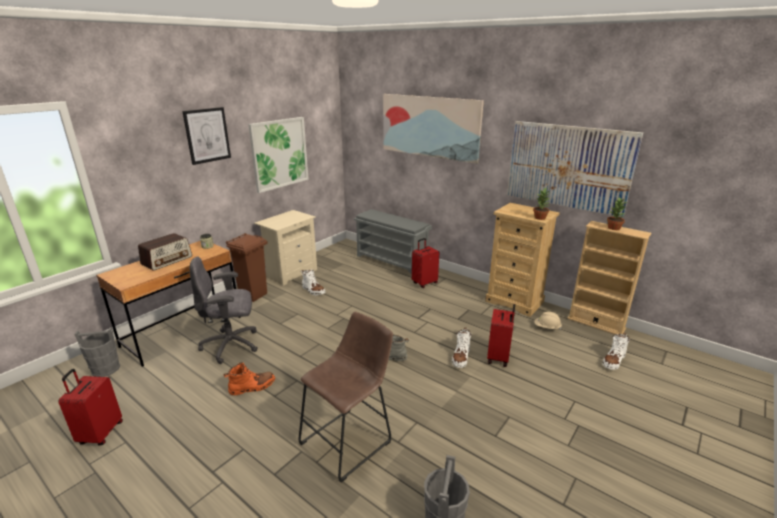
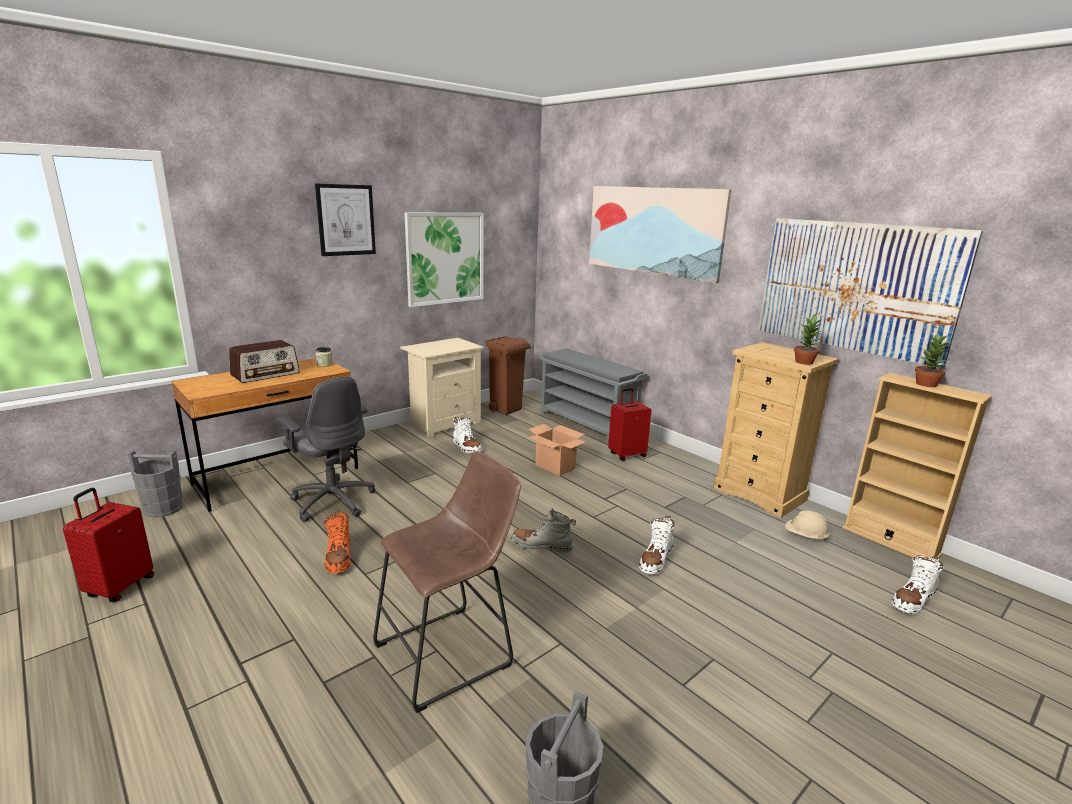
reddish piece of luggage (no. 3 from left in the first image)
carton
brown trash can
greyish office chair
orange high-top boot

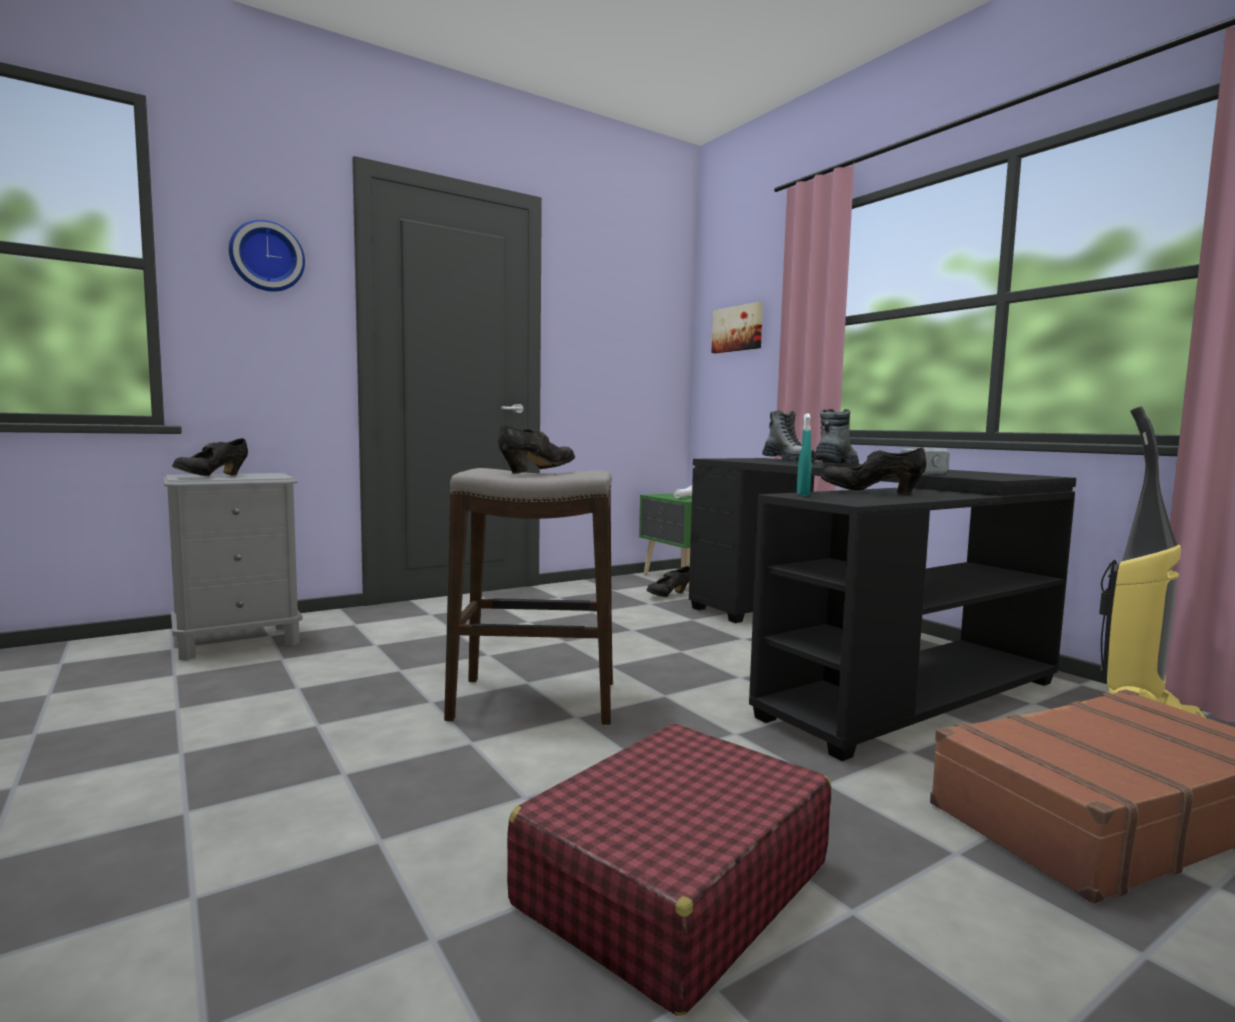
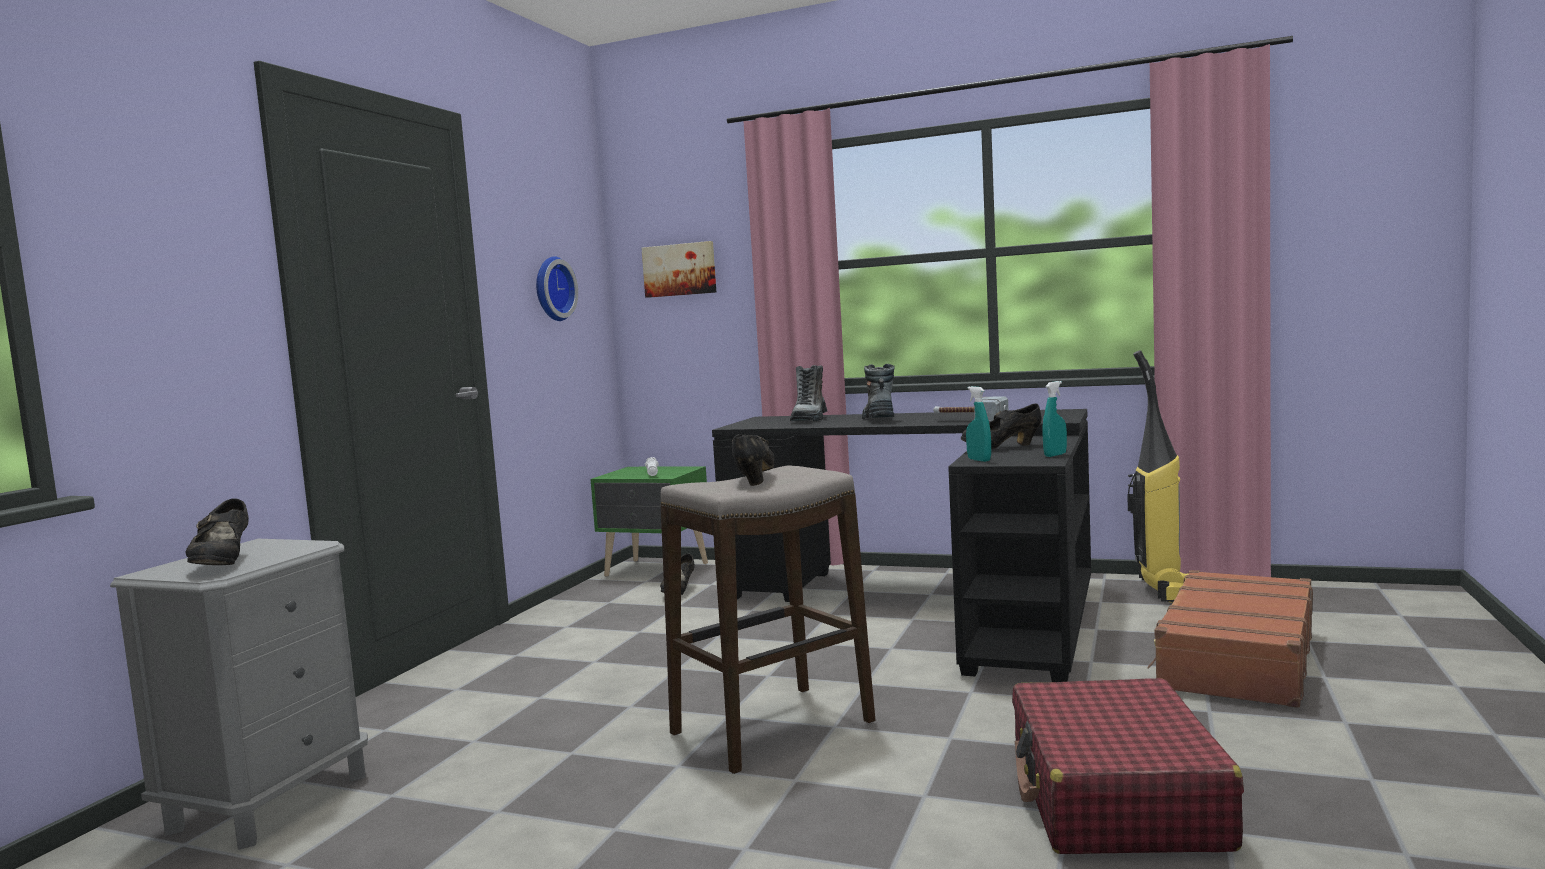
turquoise sprayer (no. 2 from left)
hanging clock
high-top boot (no. 1 from left)

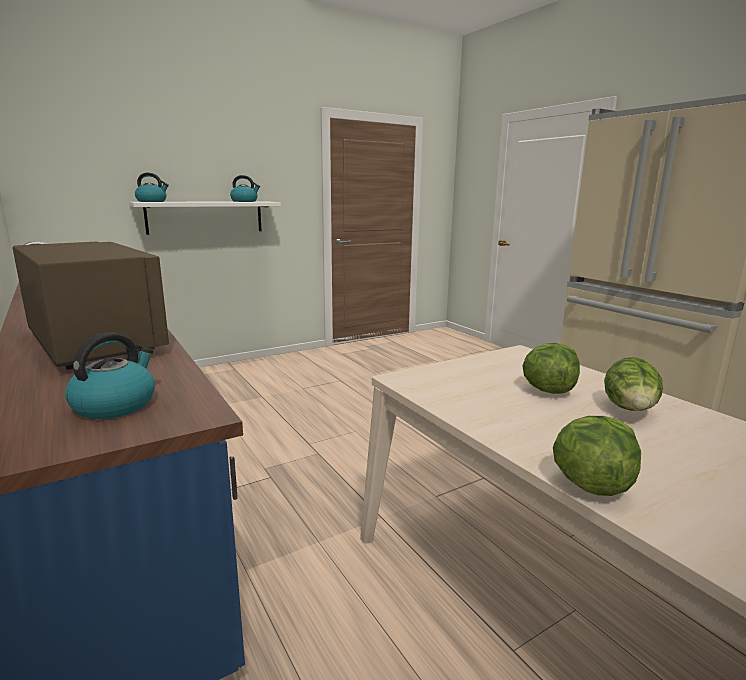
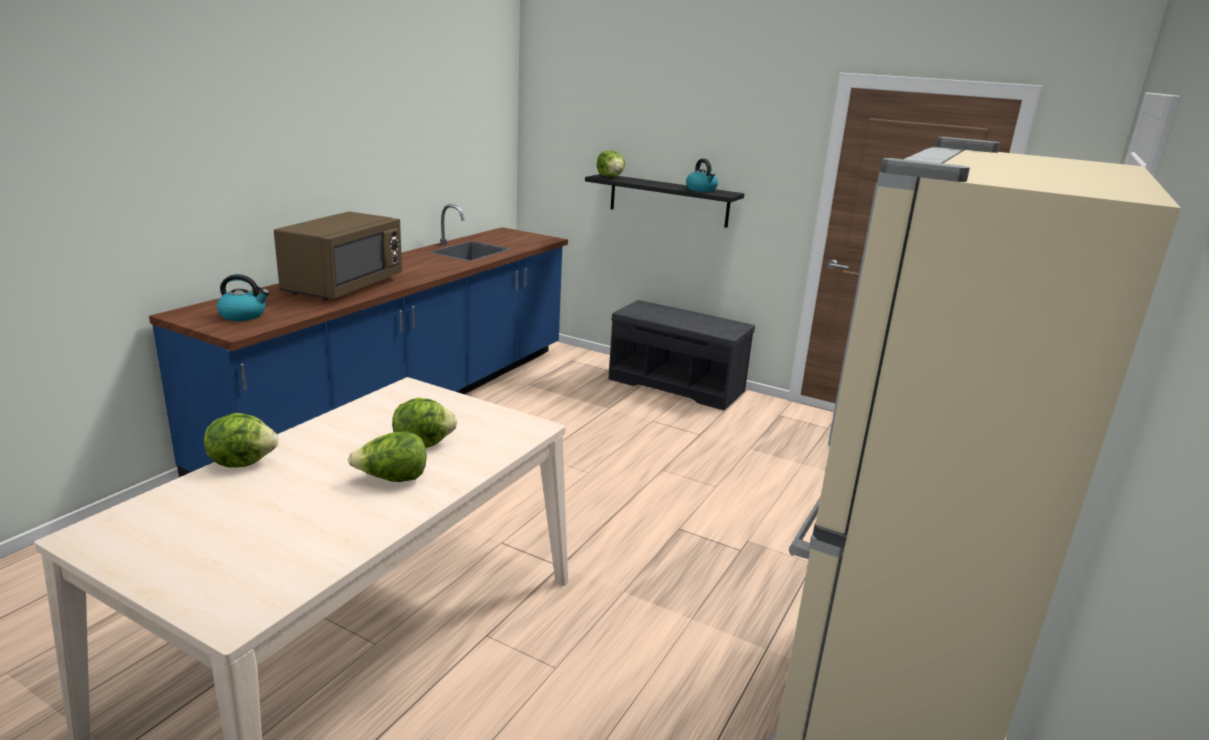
greyish bench
head of lettuce (no. 4 from left)
black-coloured bracket shelf

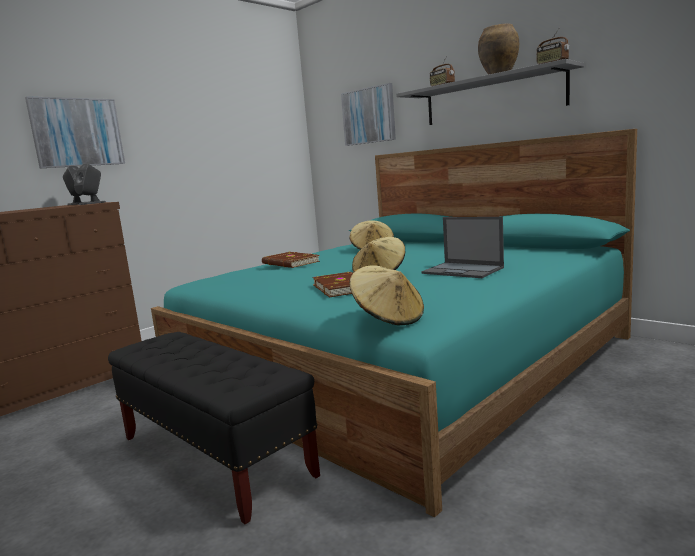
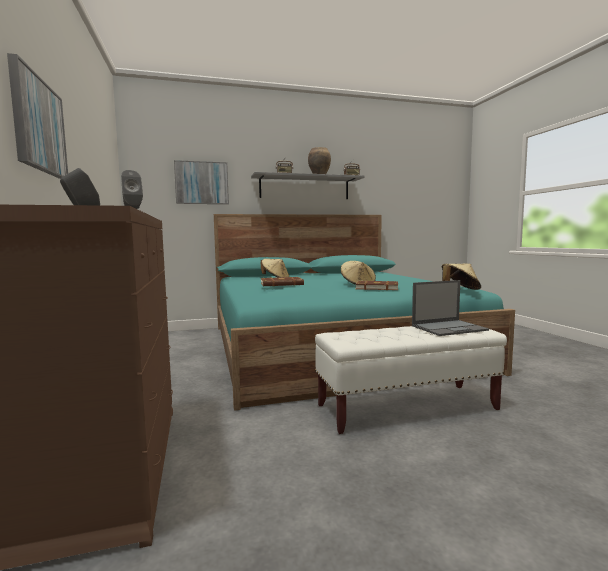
portable computer
white-coloured bench

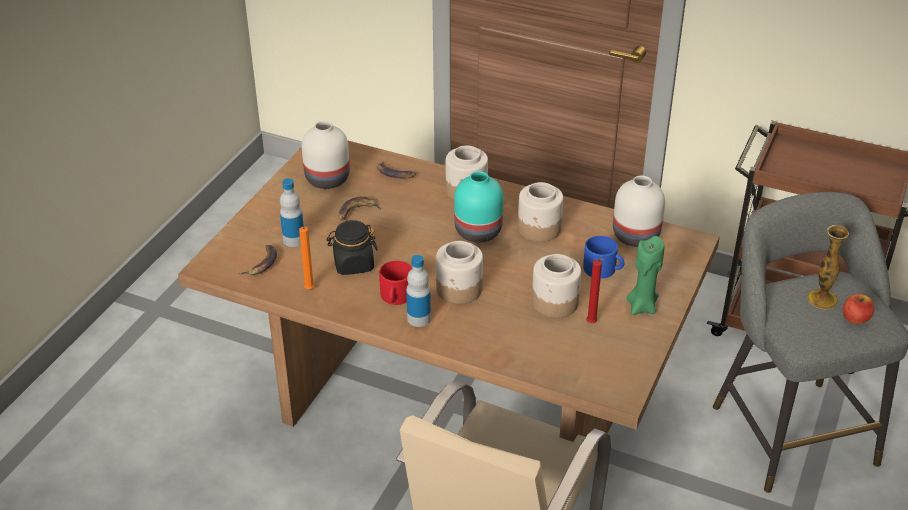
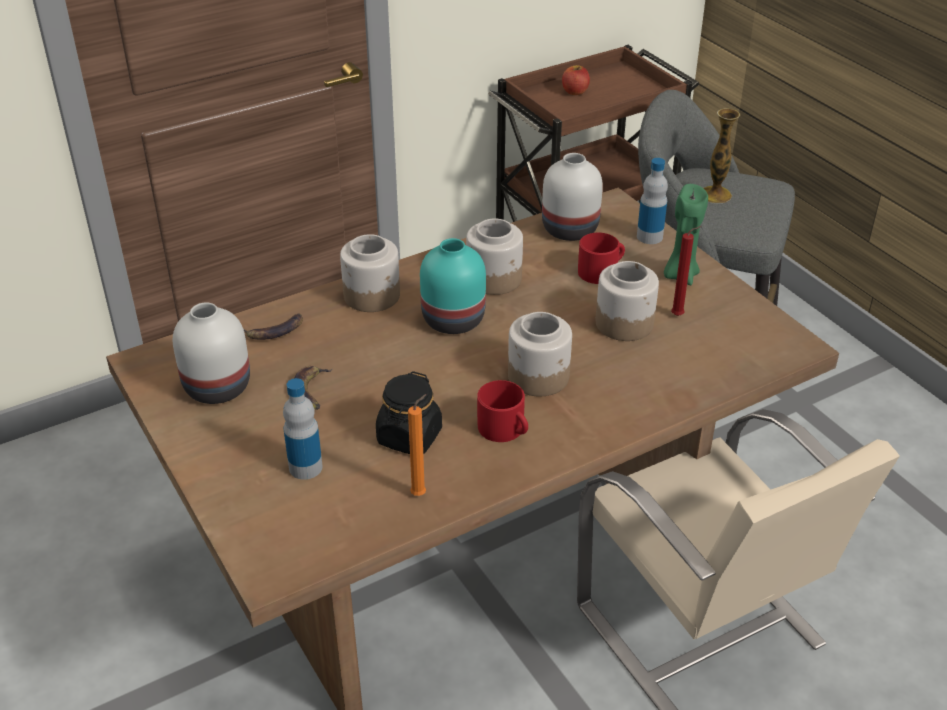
banana fruit (no. 1 from left in the first image)
bottle (no. 2 from left)
apple fruit
reddish coffee mug (no. 2 from left)

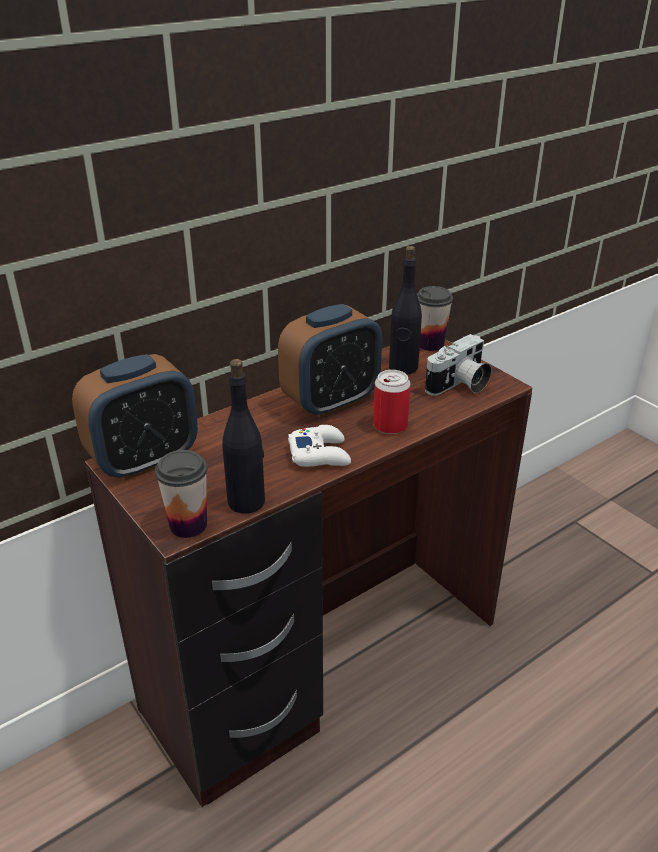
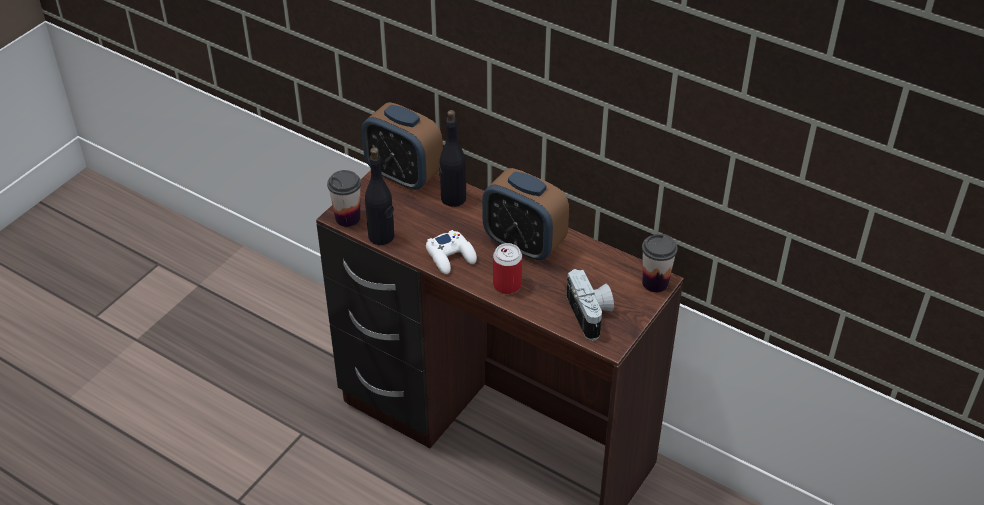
black-coloured bottle (no. 2 from left)
still camera

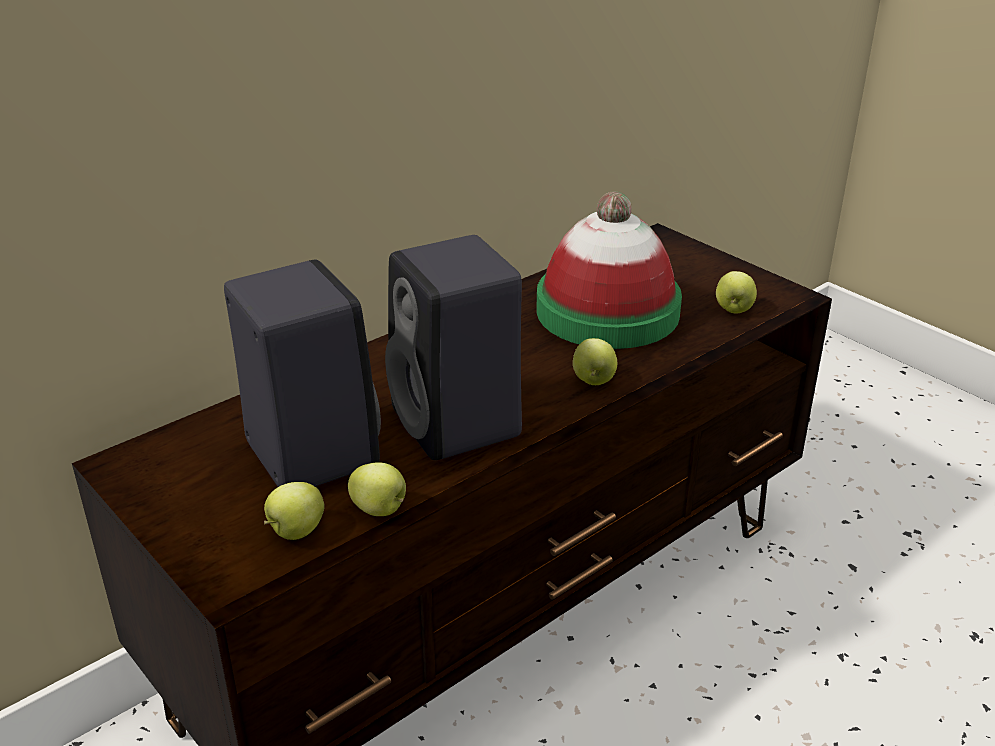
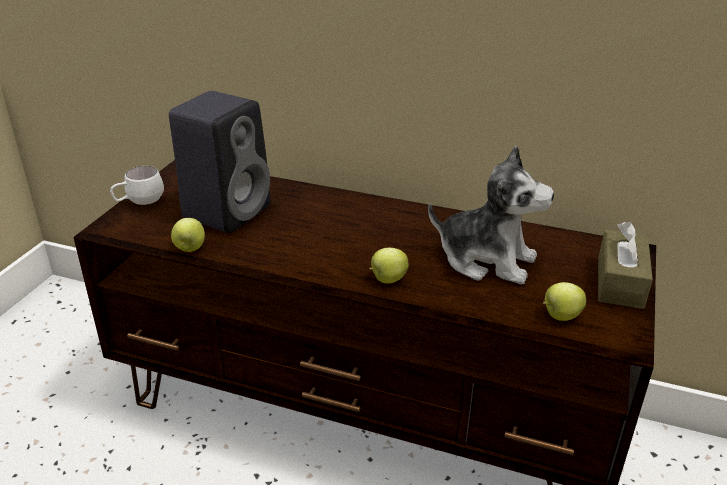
apple fruit (no. 1 from left in the first image)
black-coloured speaker (no. 2 from left in the first image)
white-coloured coffee mug
brown tissue holder
soft toy

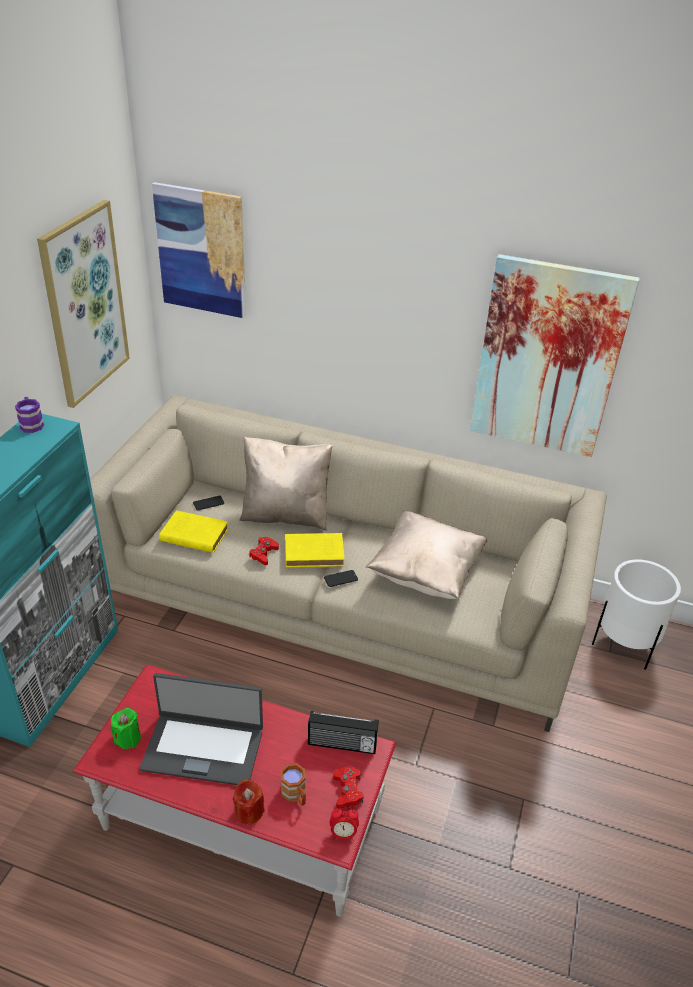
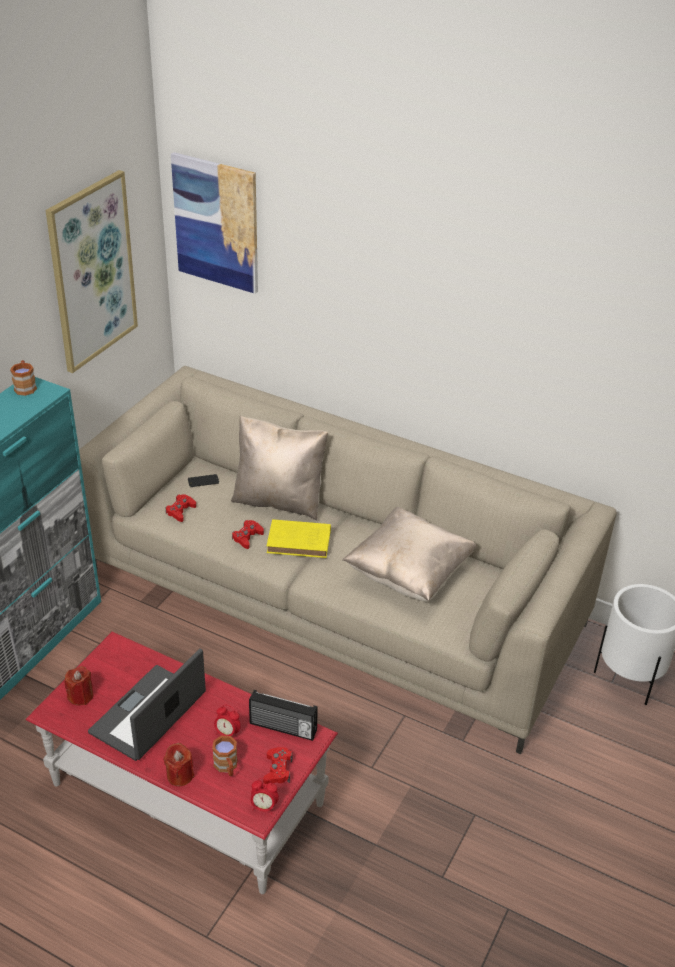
telephone (no. 2 from left in the first image)
wall art (no. 3 from left in the first image)
bedside clock (no. 1 from left)
reddish gamepad (no. 1 from left)
brown coffee mug (no. 1 from left)
reddish wax candle (no. 1 from left)
portable computer

